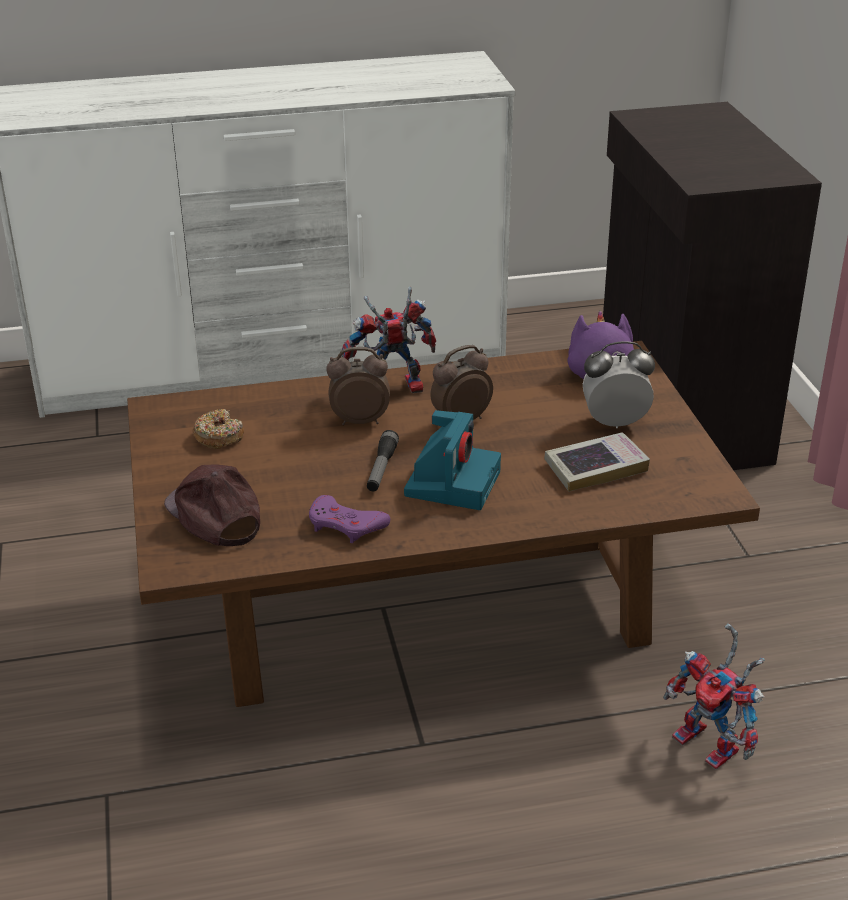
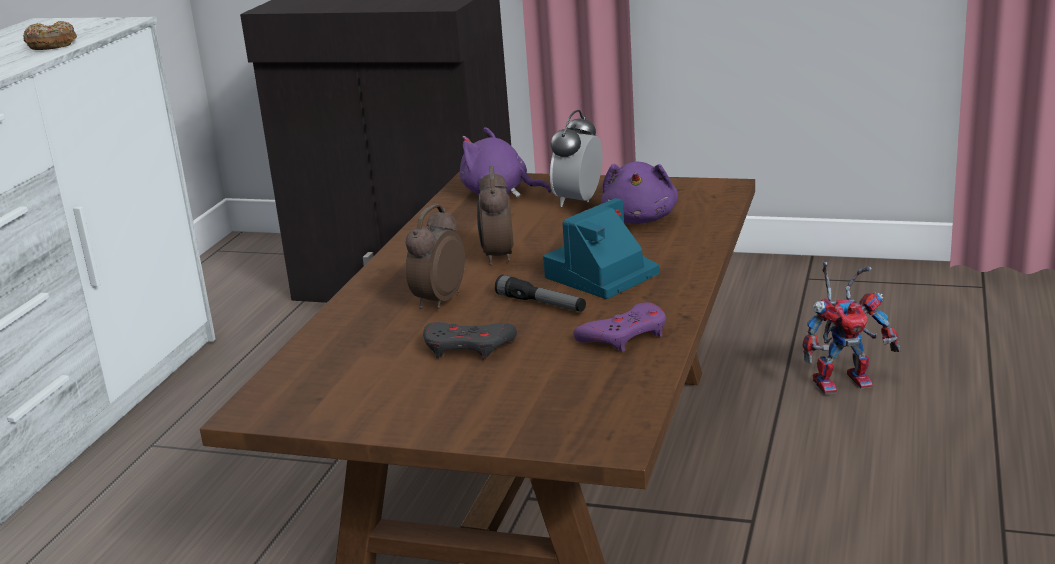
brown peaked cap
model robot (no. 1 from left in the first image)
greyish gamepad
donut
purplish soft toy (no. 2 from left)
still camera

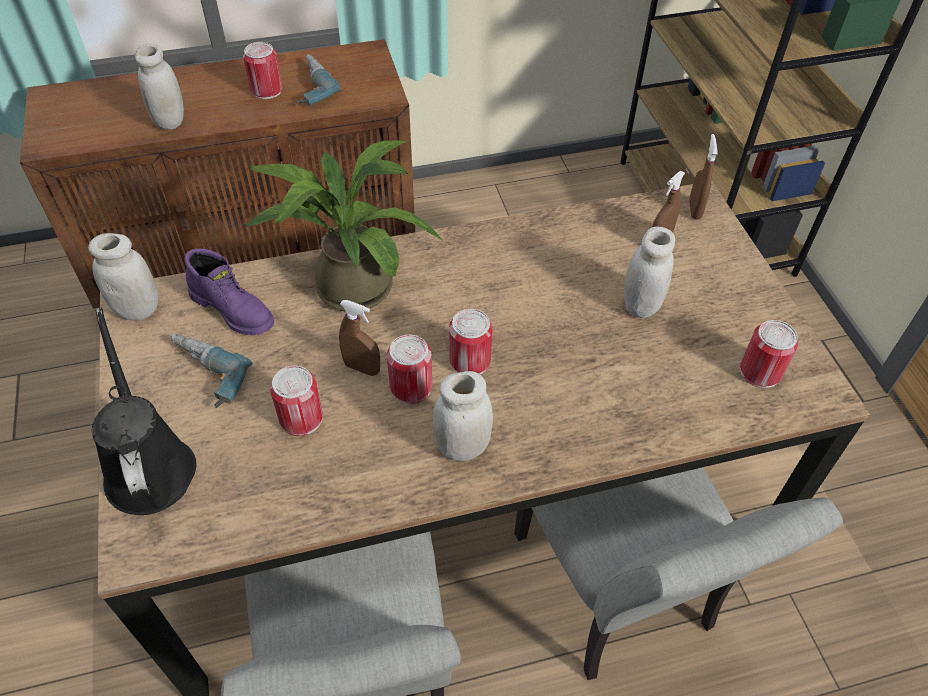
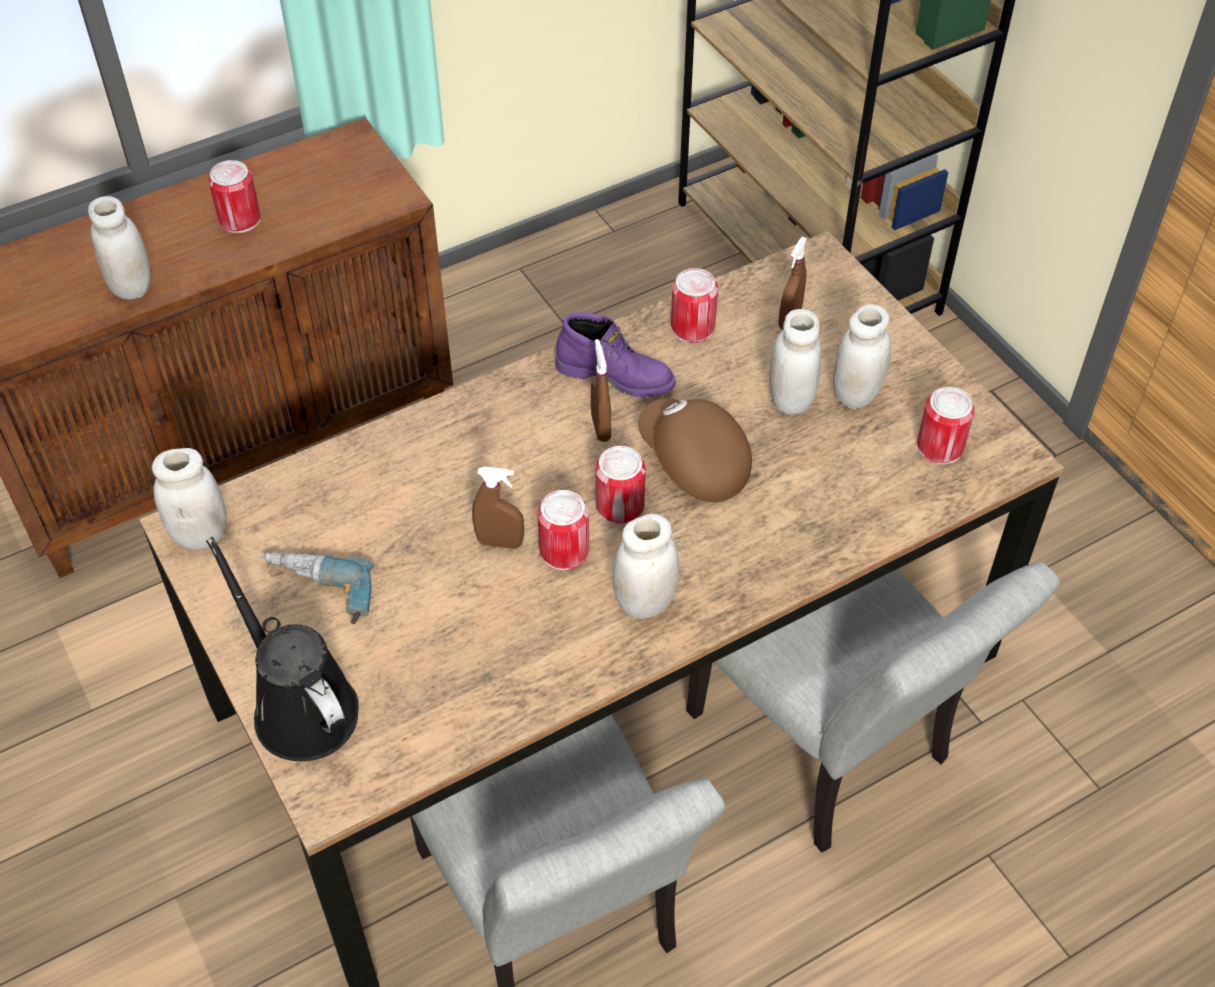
plant in a pot
power drill (no. 2 from left in the first image)
brown peaked cap
white-coloured storage jar (no. 5 from left)
purplish high-top boot
metal can (no. 4 from left)
brown sprayer (no. 2 from left)

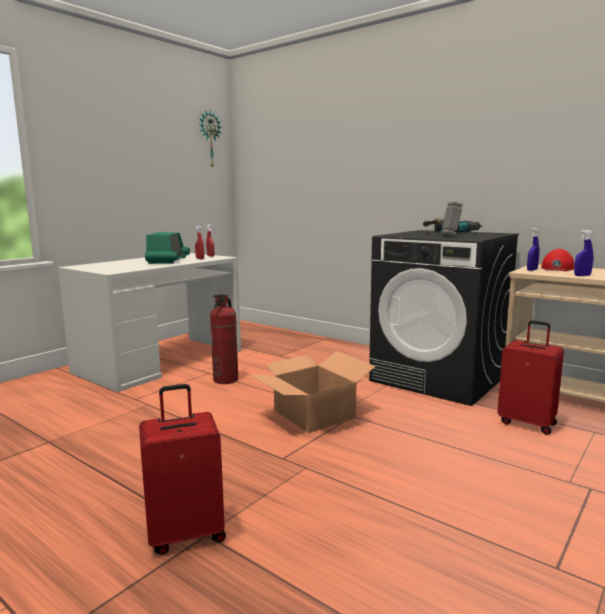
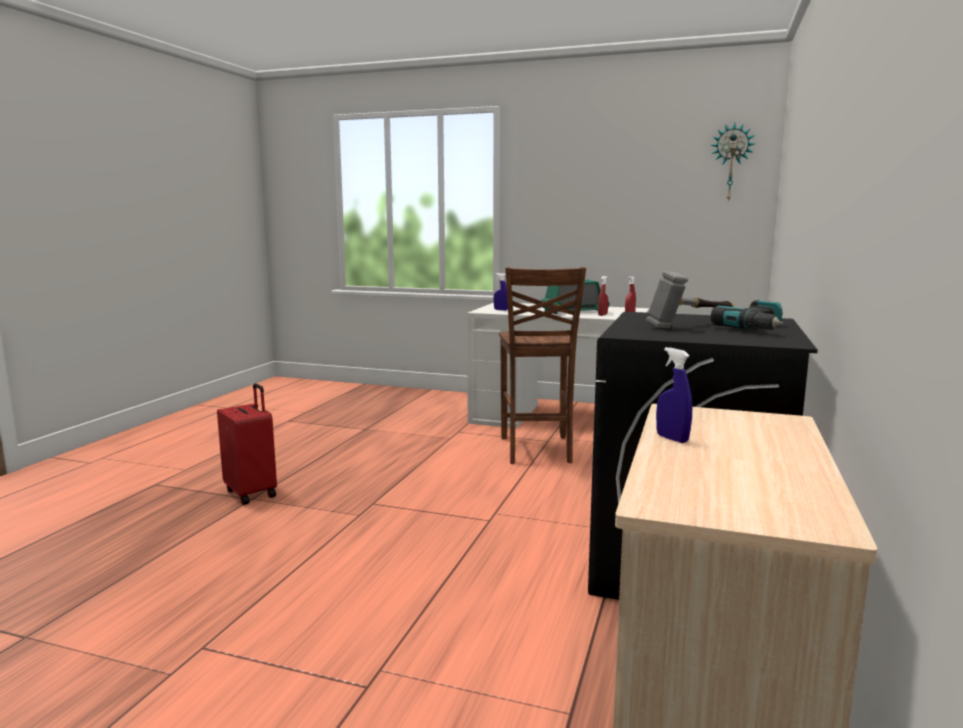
carton
reddish piece of luggage (no. 2 from left in the first image)
reddish peaked cap
blue-coloured sprayer (no. 1 from left)
brown chair

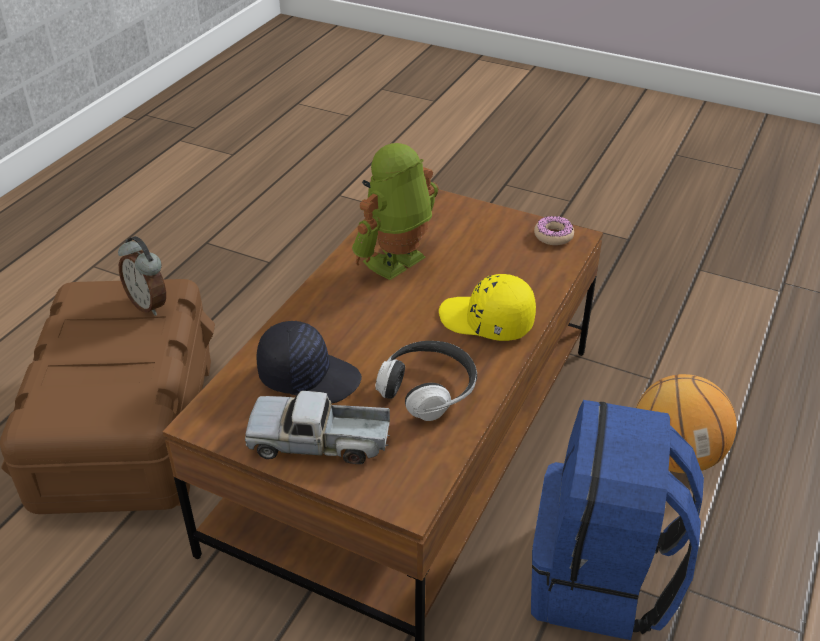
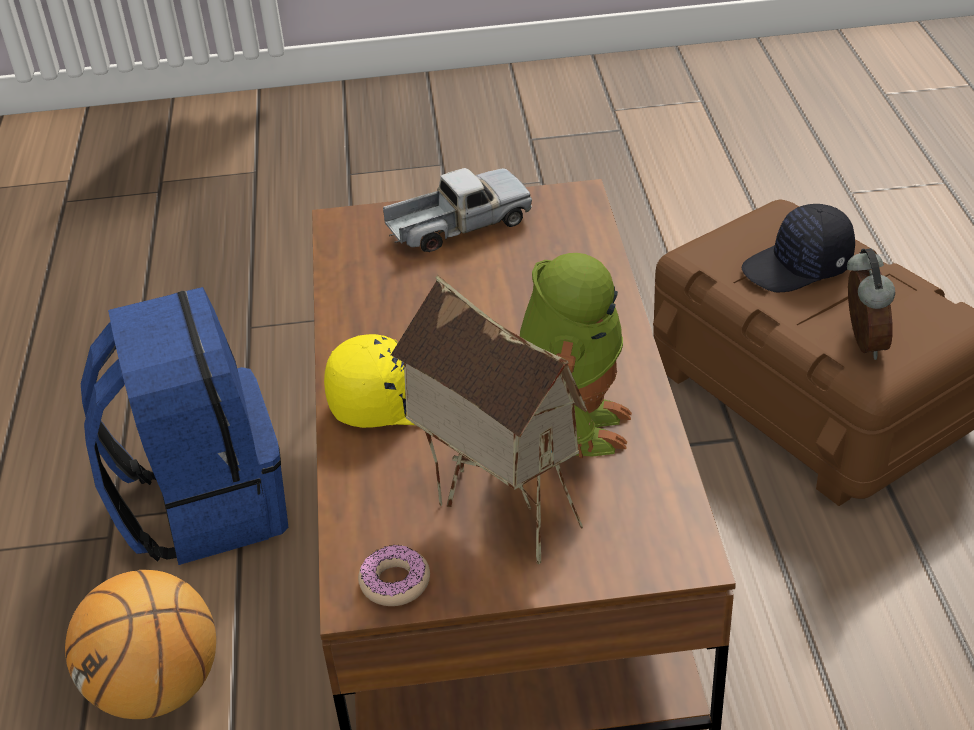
headset
toy house
black-coloured peaked cap
bedside clock

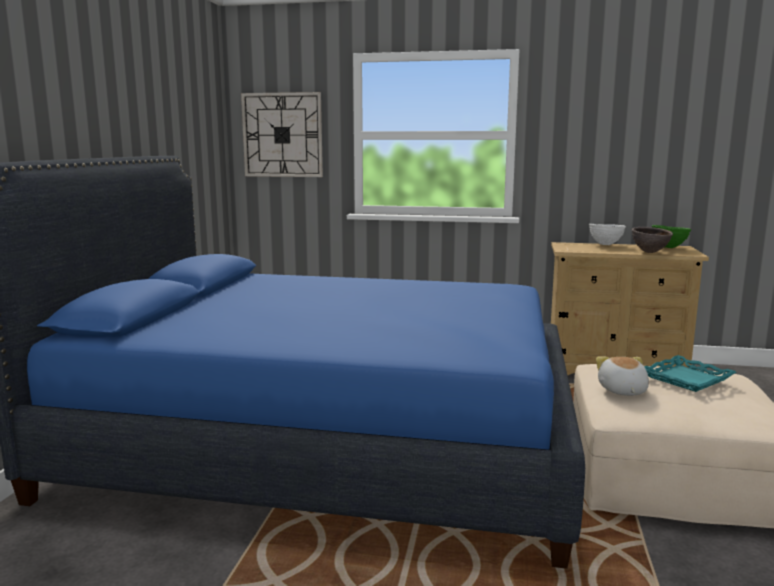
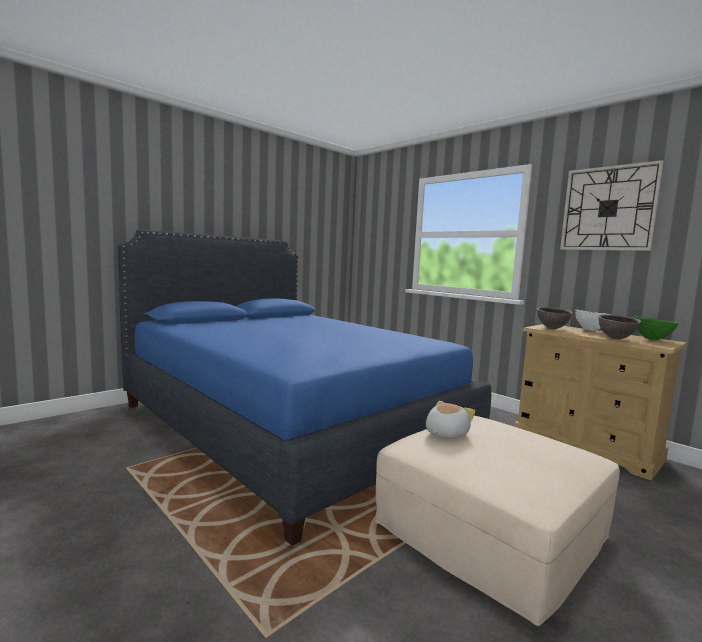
turquoise serving tray
brown bowl (no. 1 from left)
hanging clock

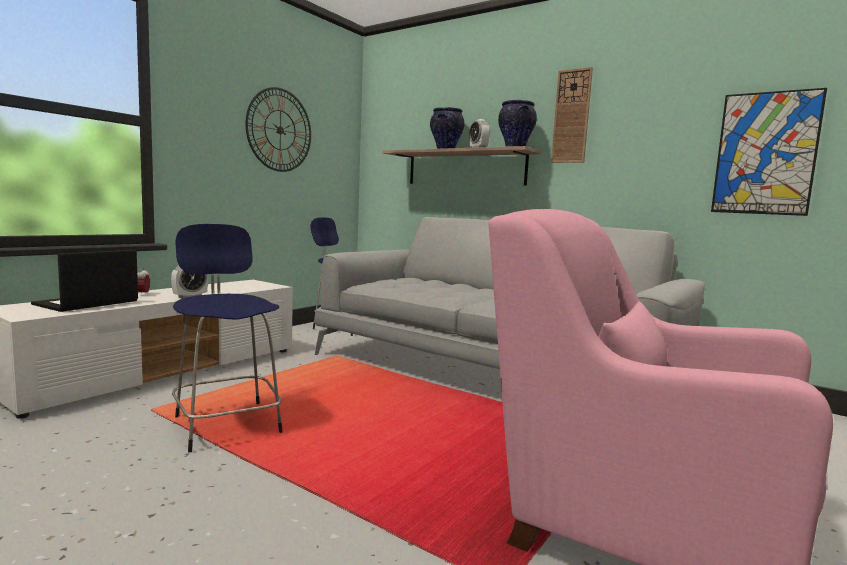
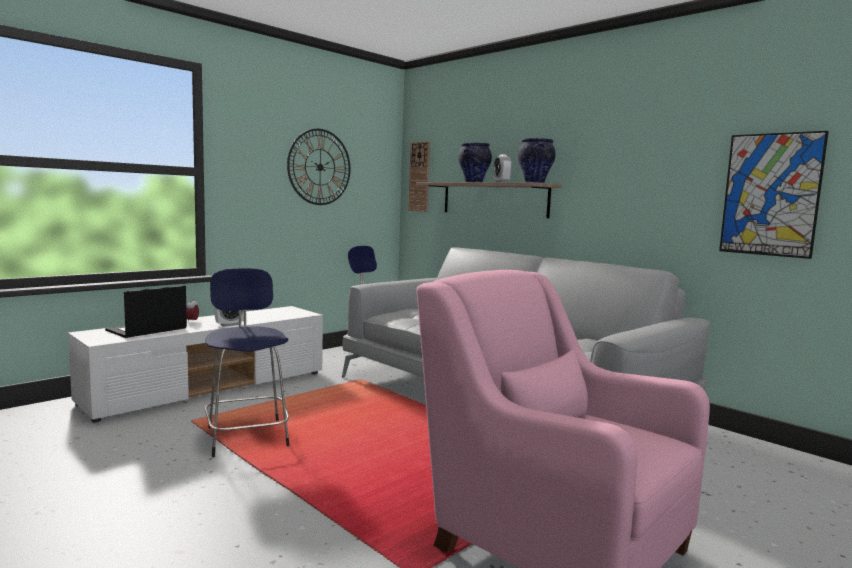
hanging clock (no. 2 from left)

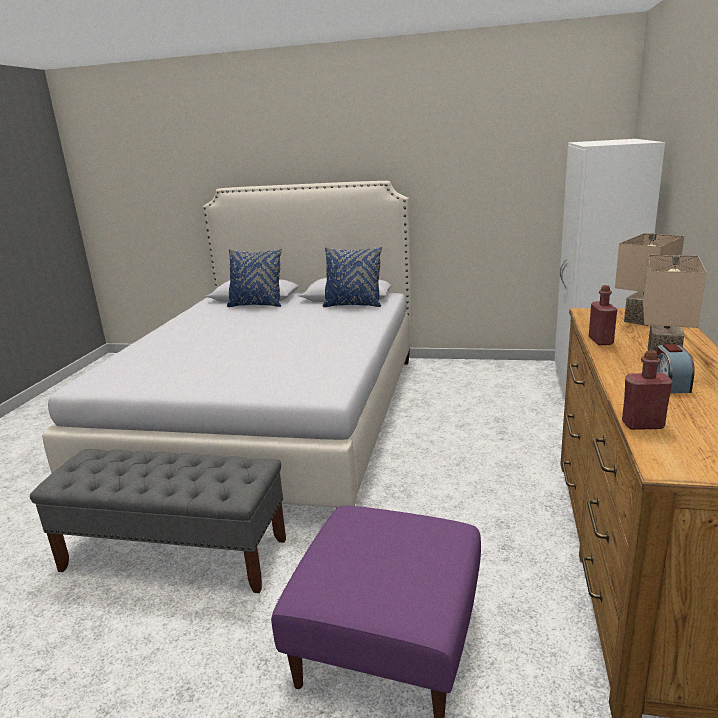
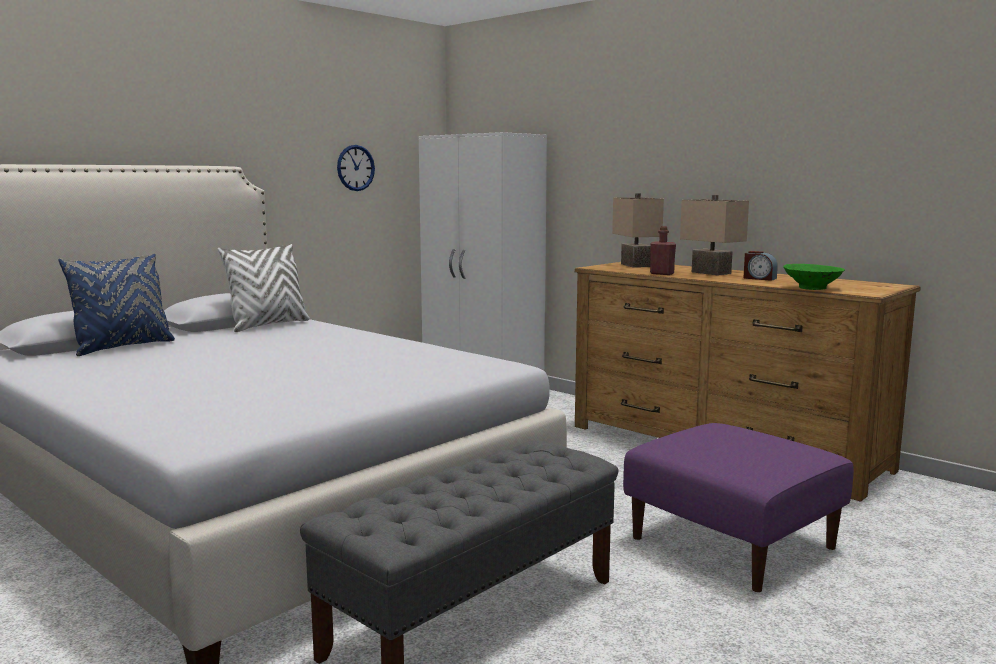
hanging clock
green bowl
white-coloured cushion

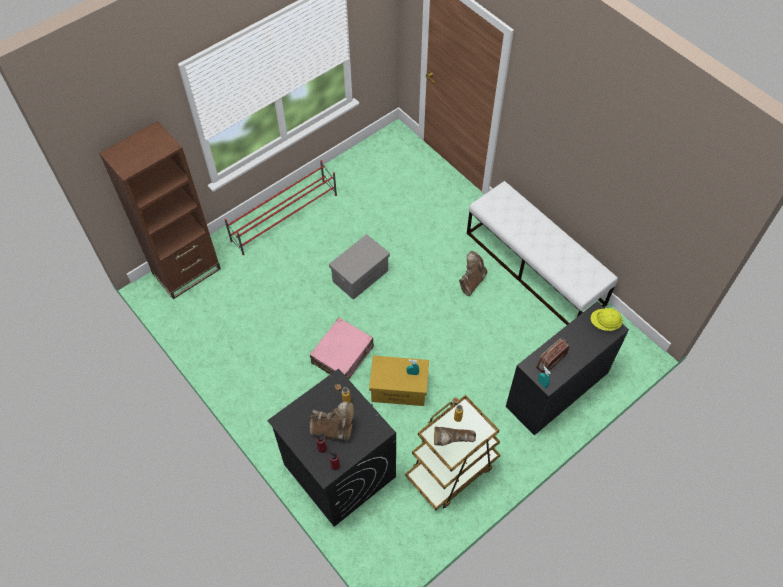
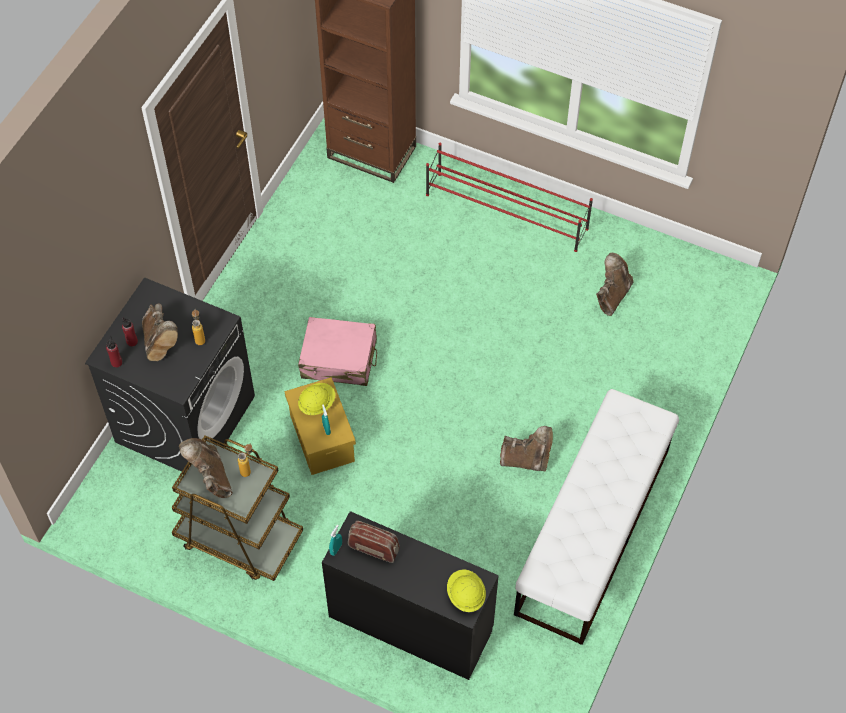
greyish storage container
yellowish hard hat (no. 1 from left)
brown high-top boot (no. 4 from left)

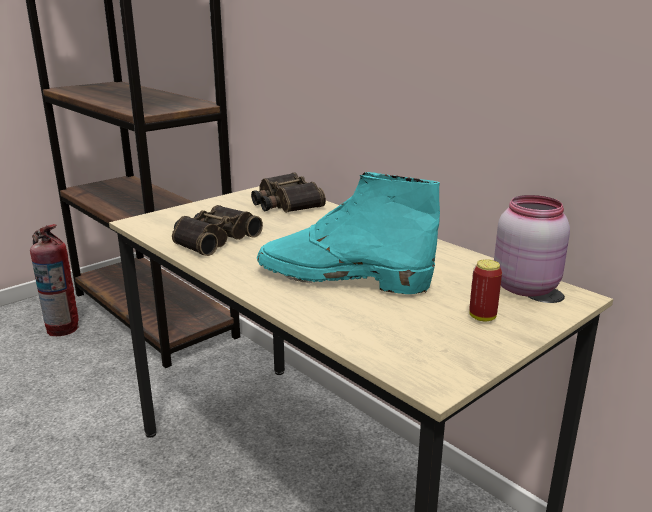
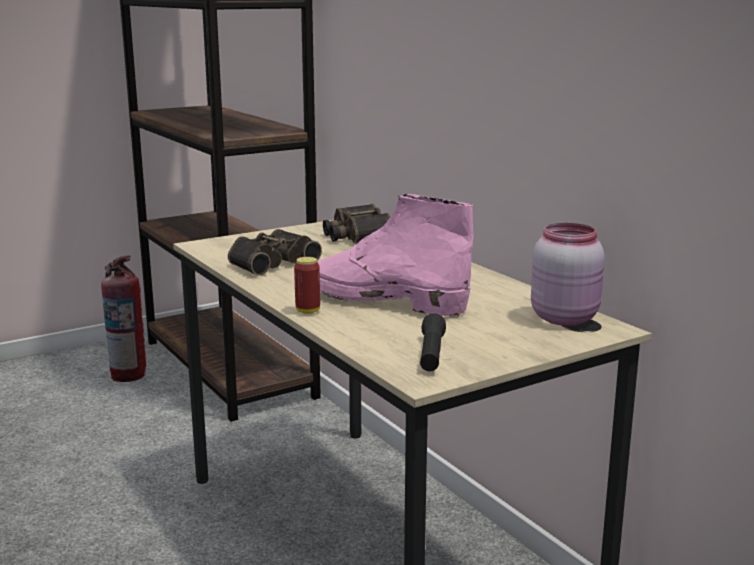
black-coloured torch
metal can
pink-coloured high-top boot

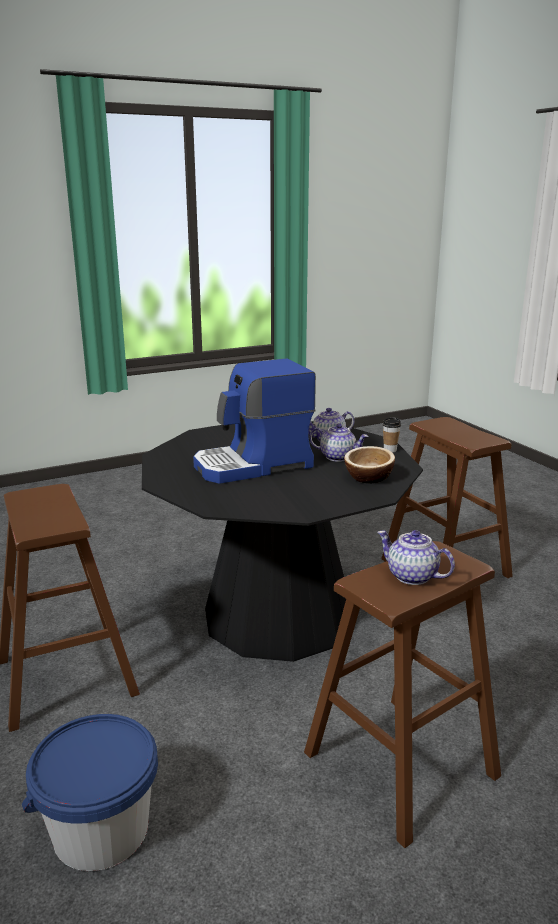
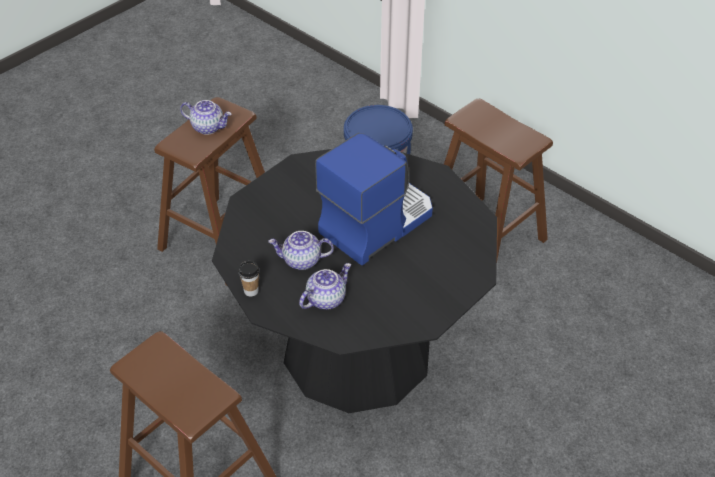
bowl

